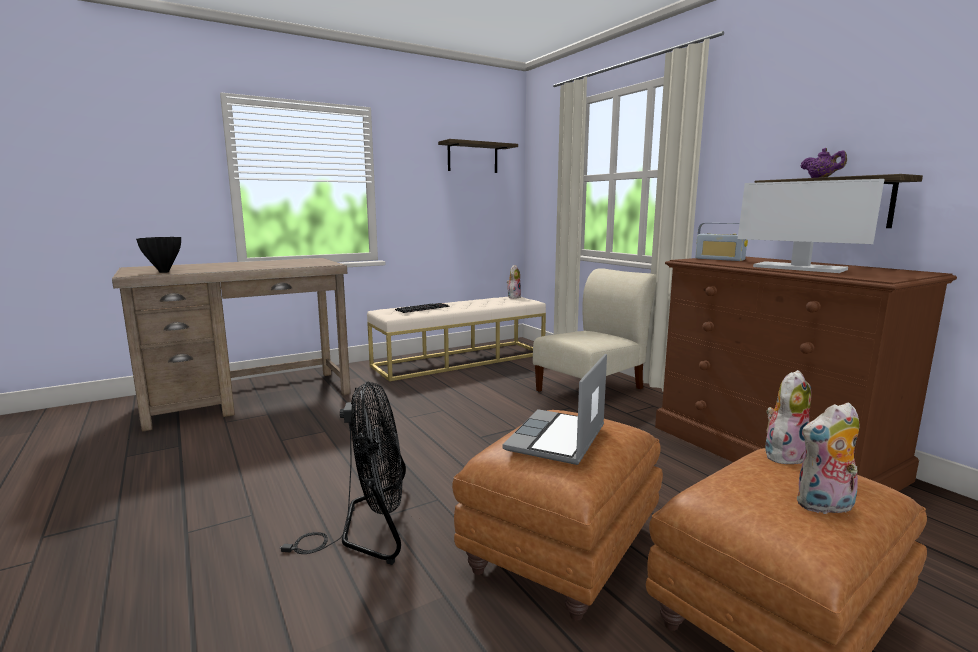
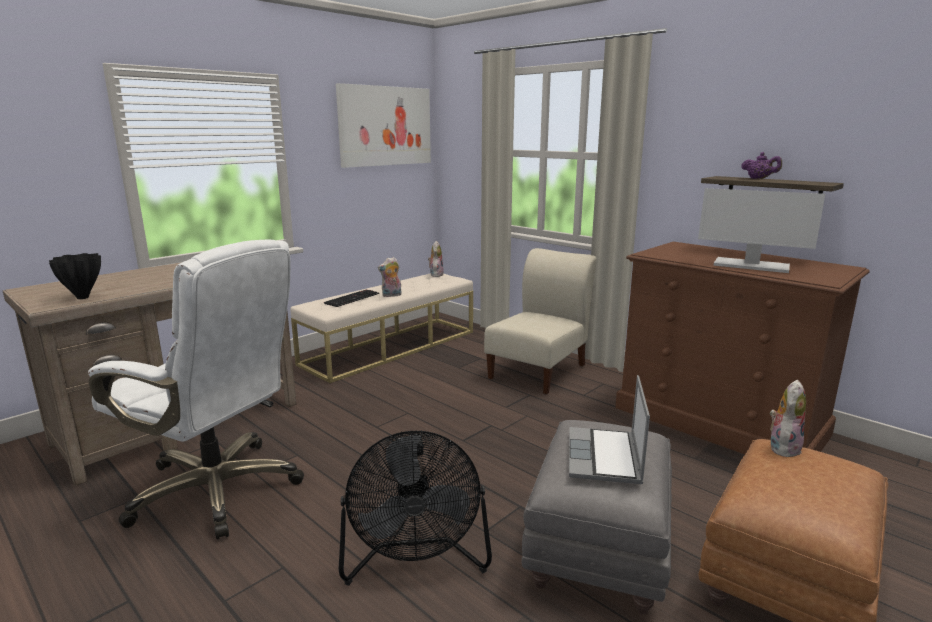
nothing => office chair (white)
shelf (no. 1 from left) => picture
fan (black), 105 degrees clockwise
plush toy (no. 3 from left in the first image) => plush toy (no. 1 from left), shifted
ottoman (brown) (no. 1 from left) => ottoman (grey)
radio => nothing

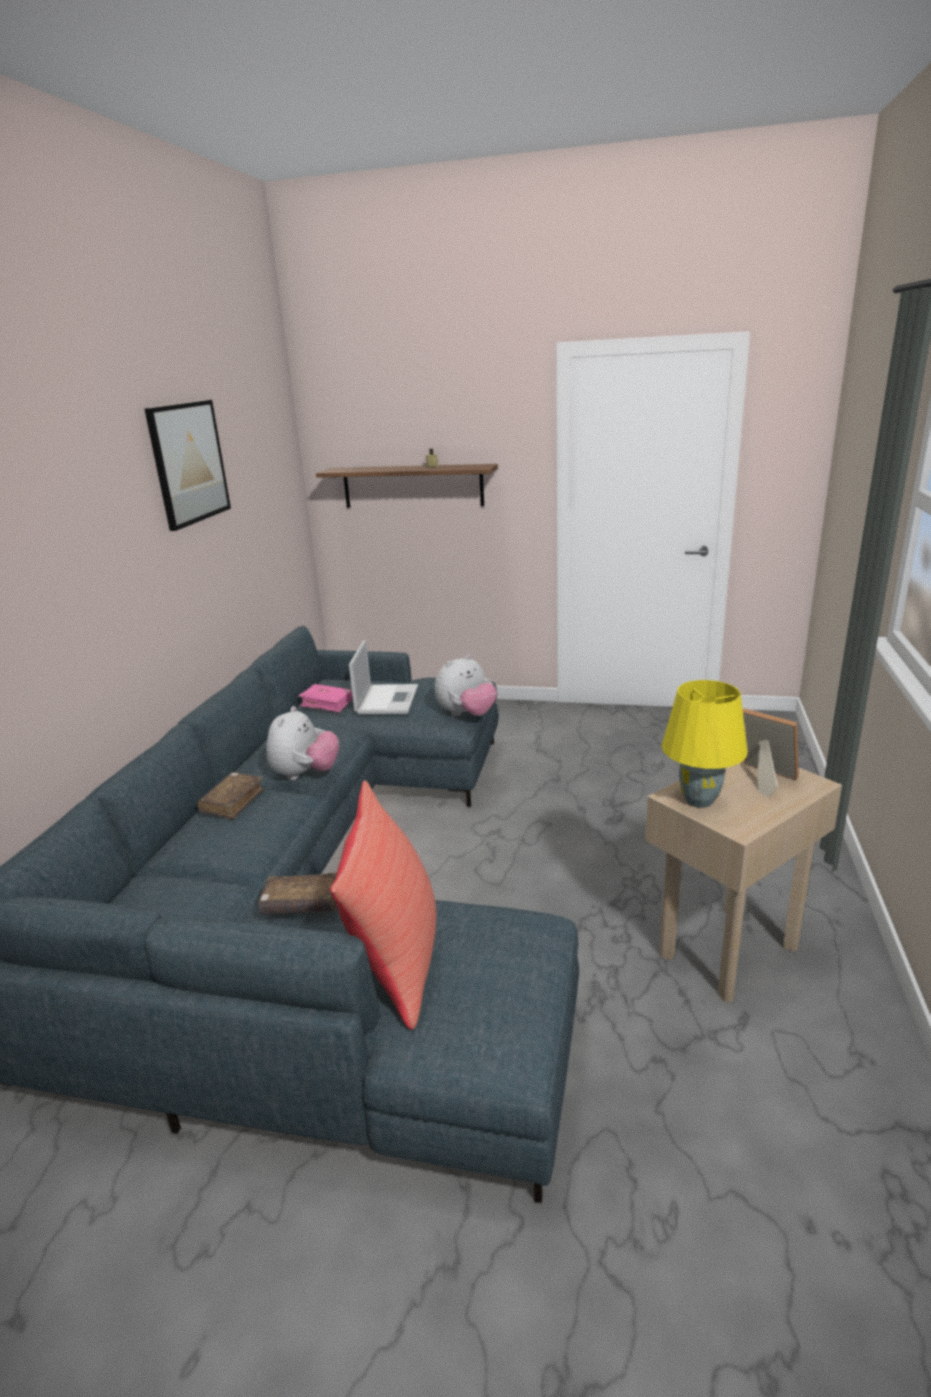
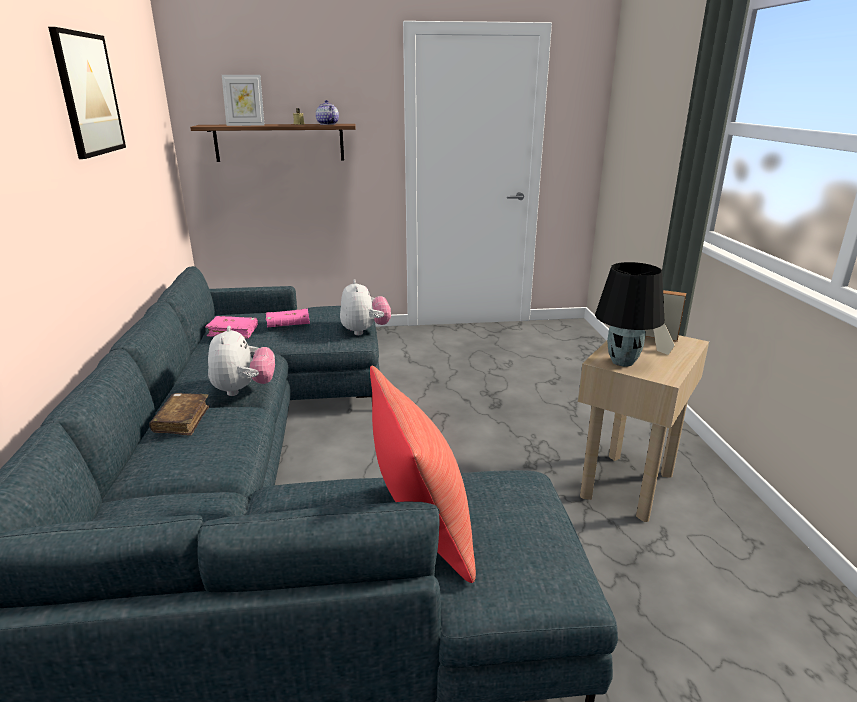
nothing => picture frame (no. 1 from left)
laptop => book (pink) (no. 2 from left)
nothing => teapot
plush toy (no. 2 from left), 45 degrees counterclockwise
table lamp (yellow) => table lamp (black)
book (brown) (no. 2 from left) => nothing

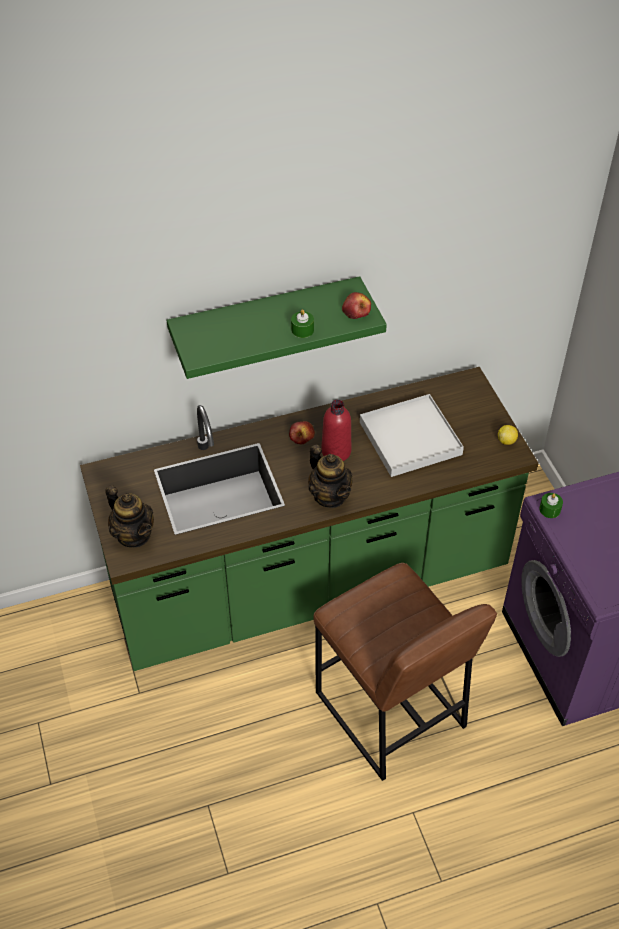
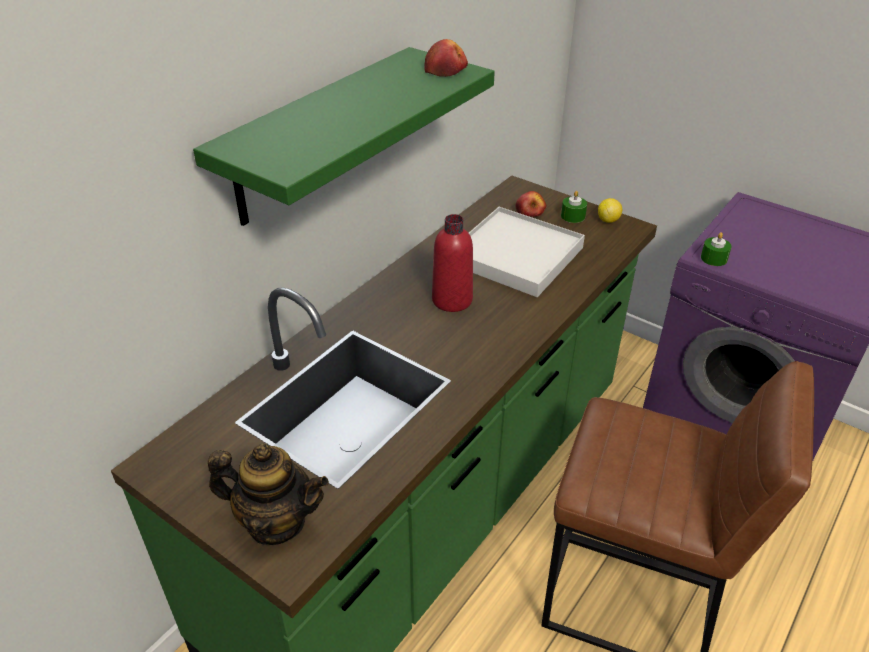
apple (no. 1 from left in the first image) => apple (no. 2 from left), shifted
candle (green) (no. 1 from left), shifted
teapot (no. 2 from left) => nothing

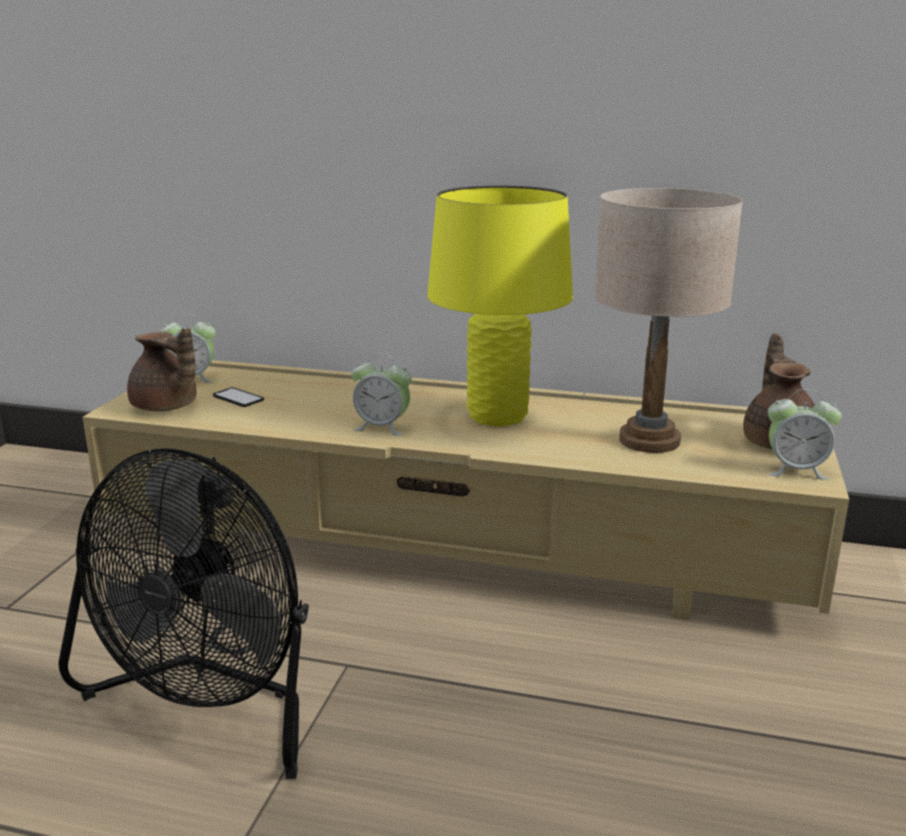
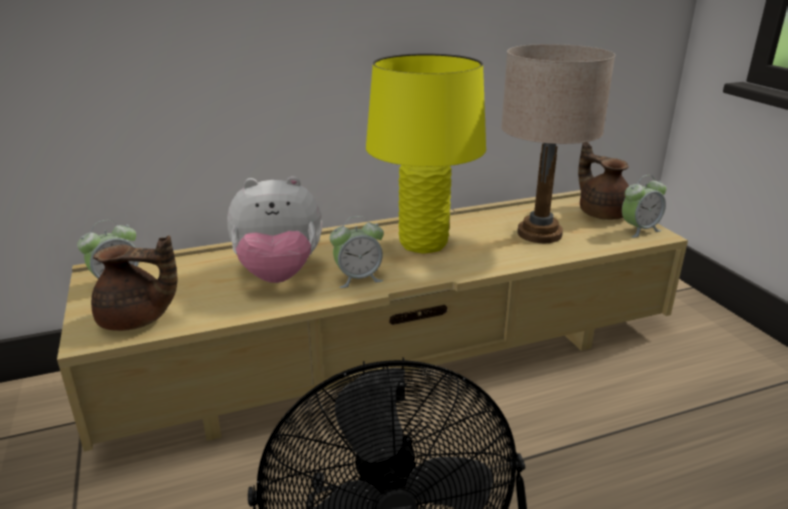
nothing => plush toy
phone => nothing

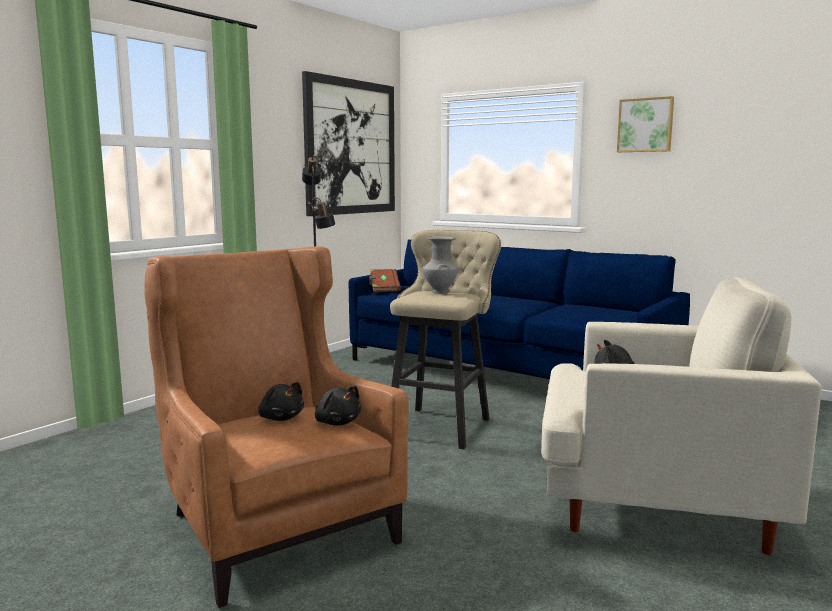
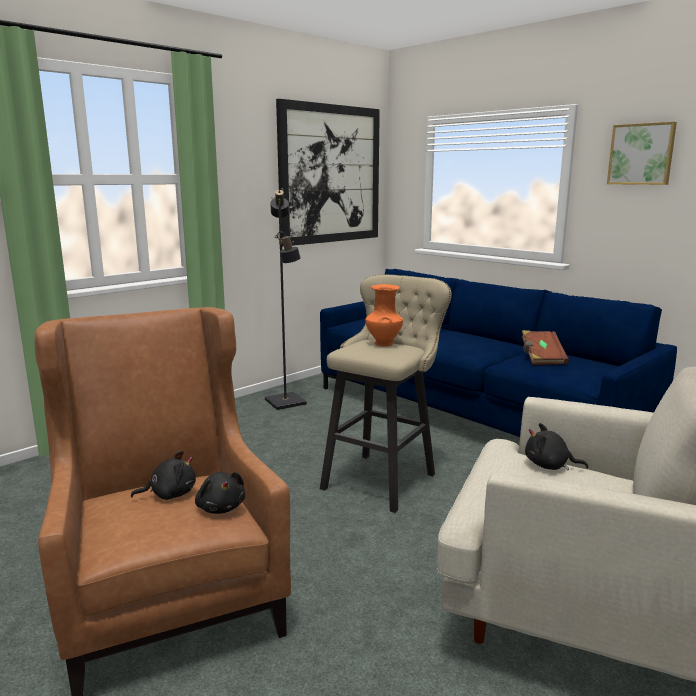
plush toy (black) (no. 1 from left), 75 degrees counterclockwise
vase (grey) => vase (orange)
book (brown), shifted

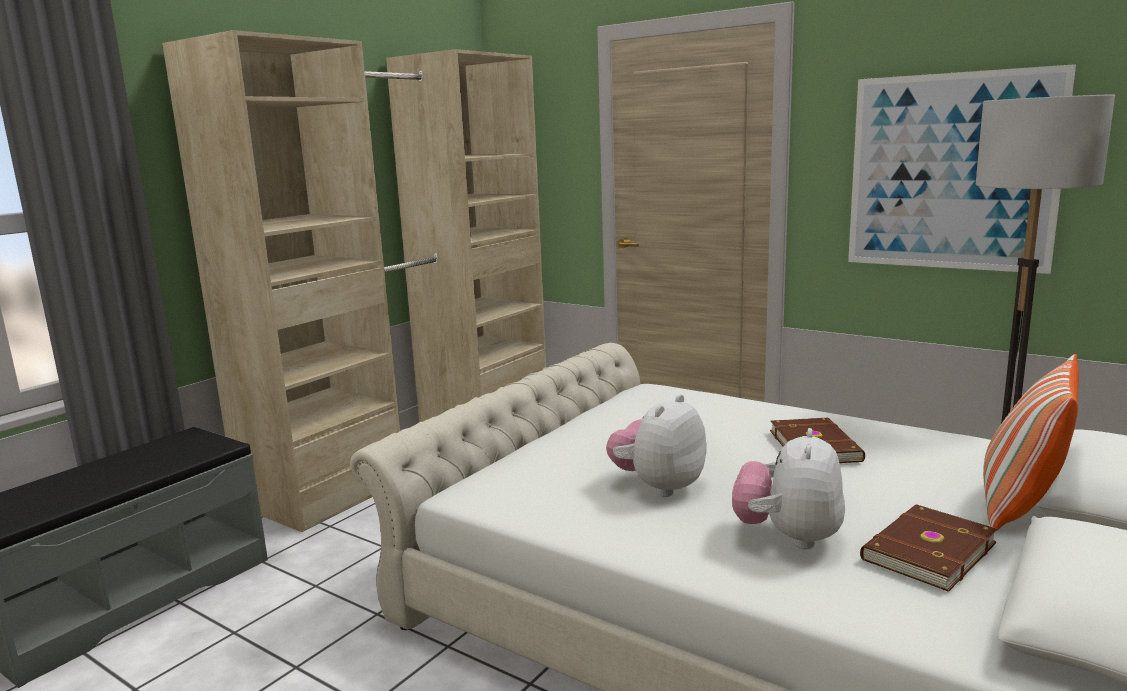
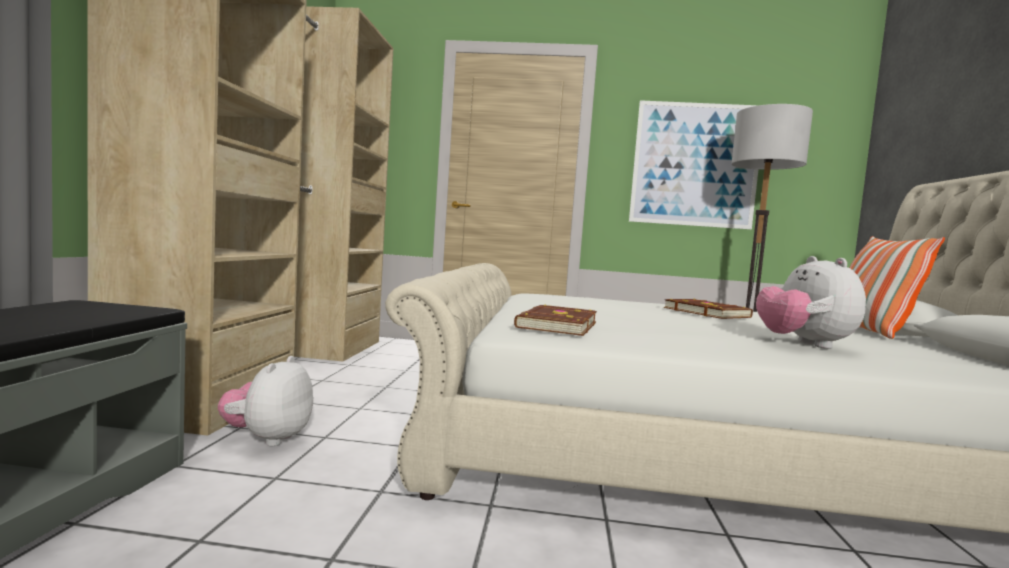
plush toy (no. 1 from left), shifted
book (brown) (no. 2 from left in the first image) => book (brown) (no. 1 from left), shifted

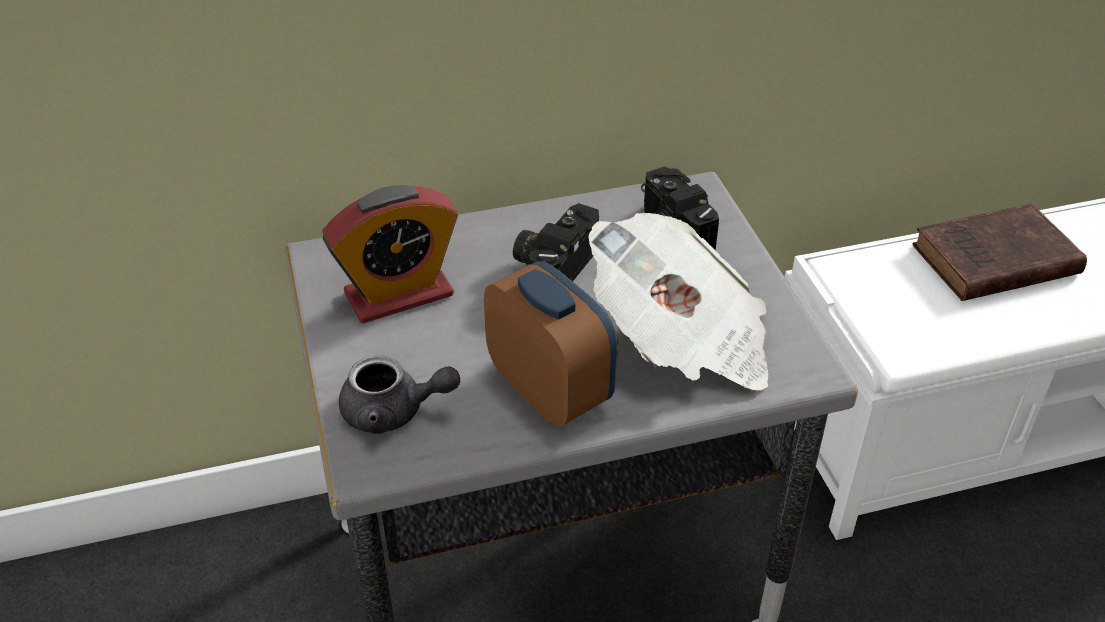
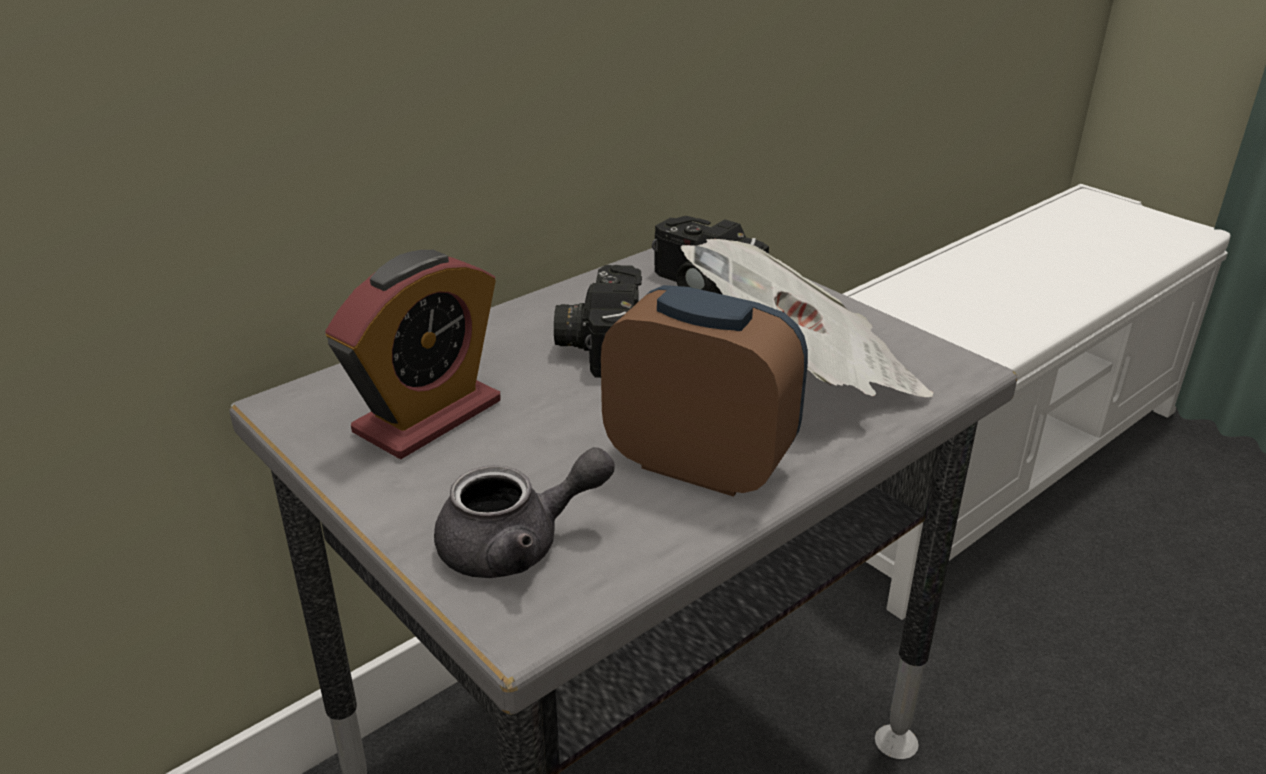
book (brown) => nothing

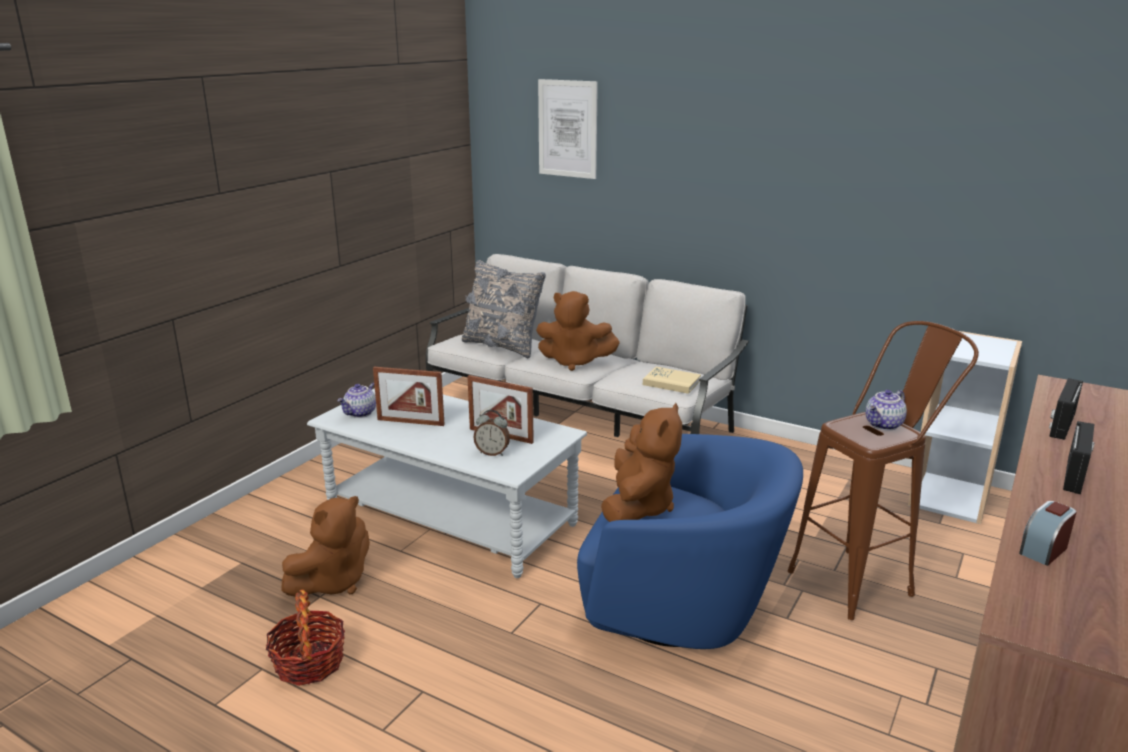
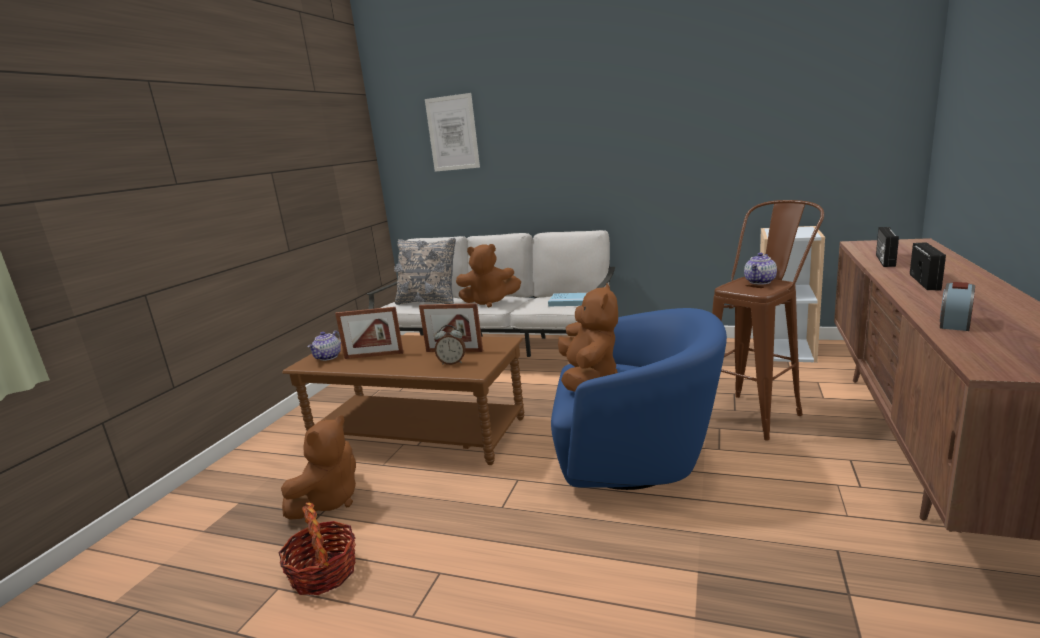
coffee table (grey) => coffee table (brown)
book (beige) => book (blue)

